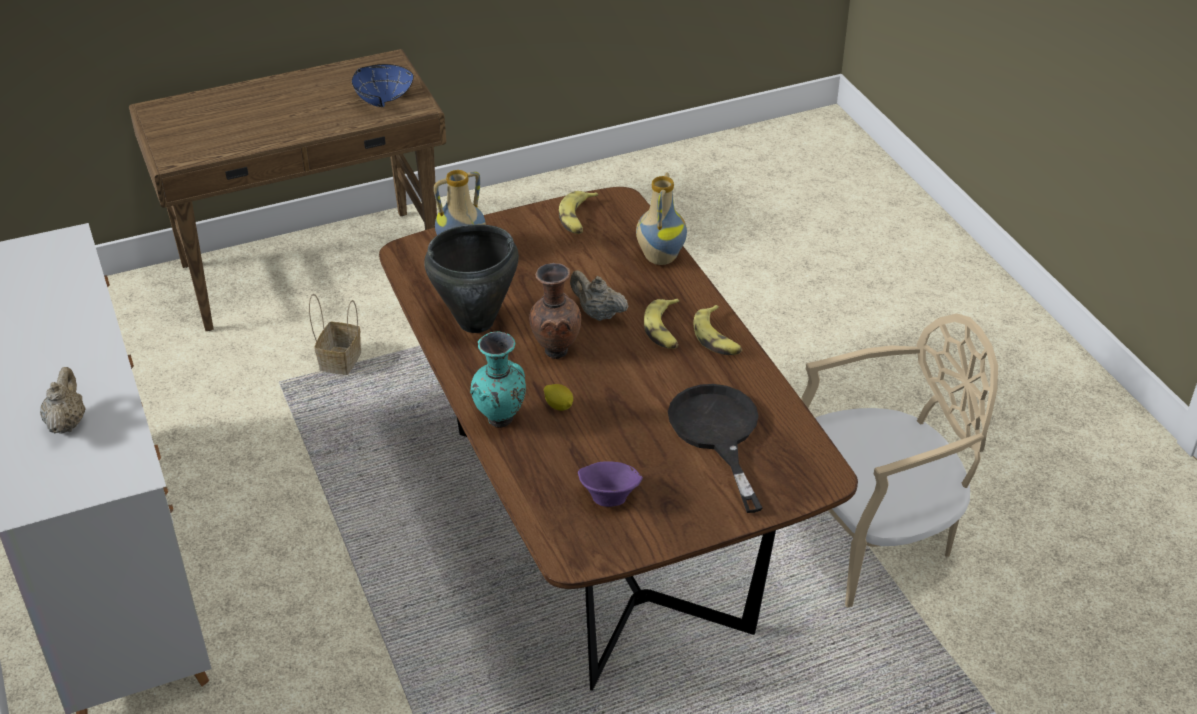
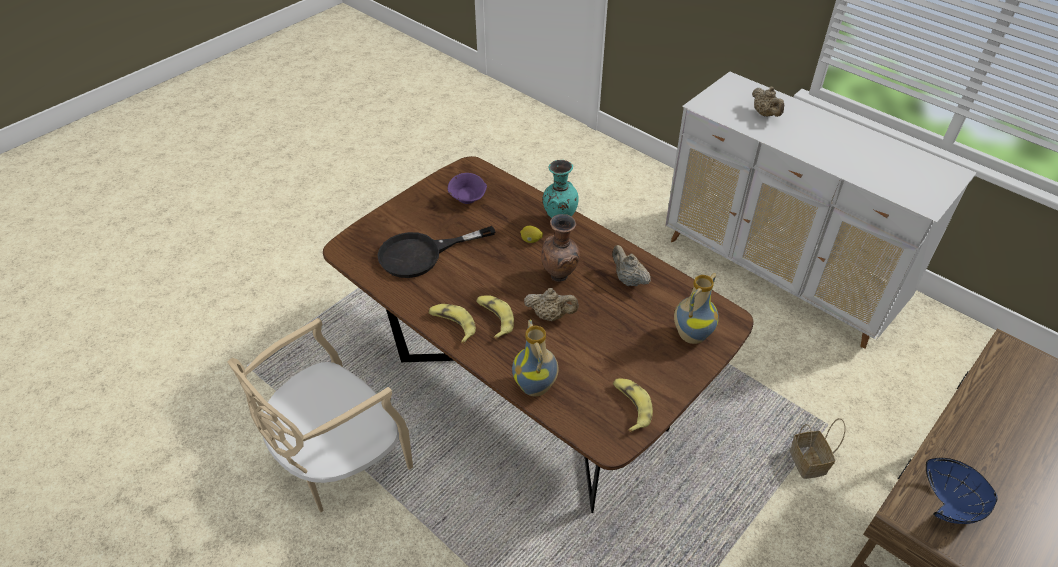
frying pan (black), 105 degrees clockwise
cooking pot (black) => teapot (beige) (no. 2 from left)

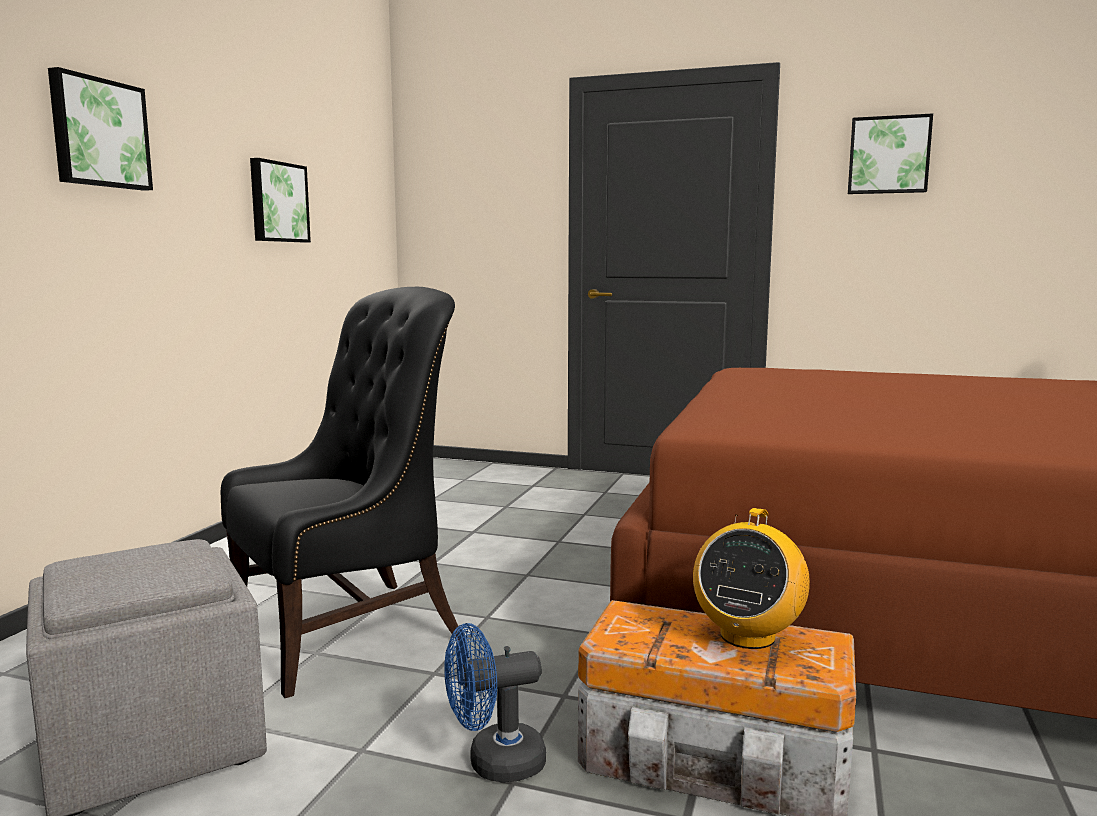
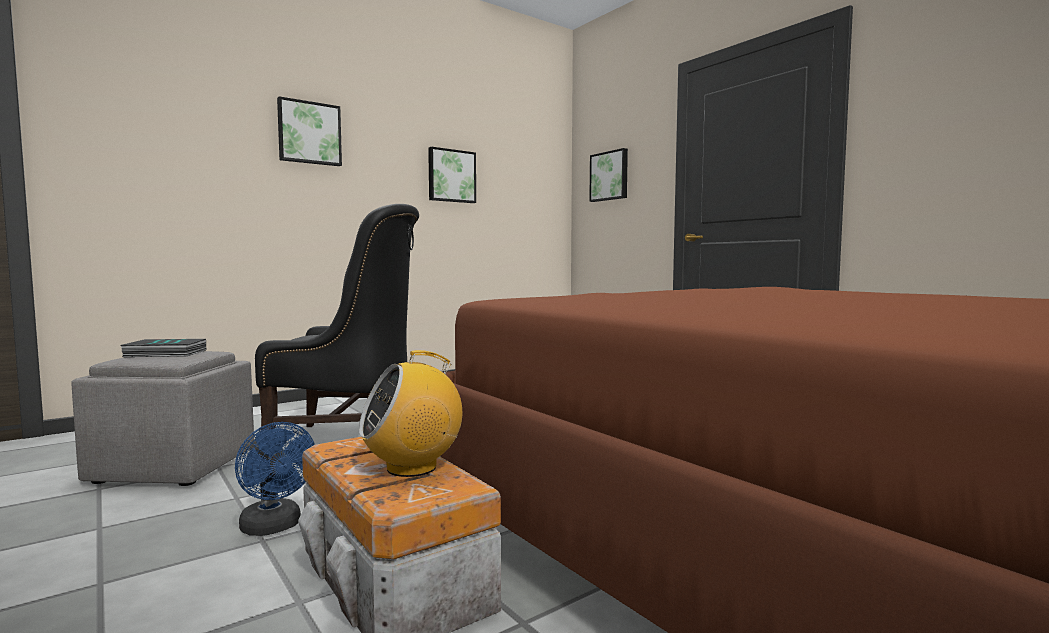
nothing => book
fan (blue), 150 degrees counterclockwise
picture (no. 3 from left), shifted

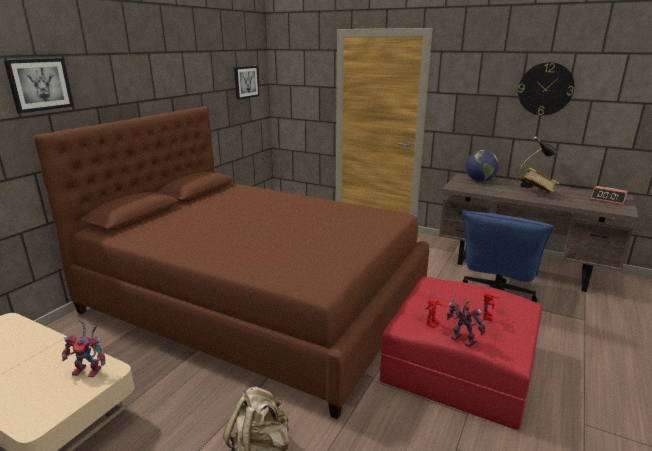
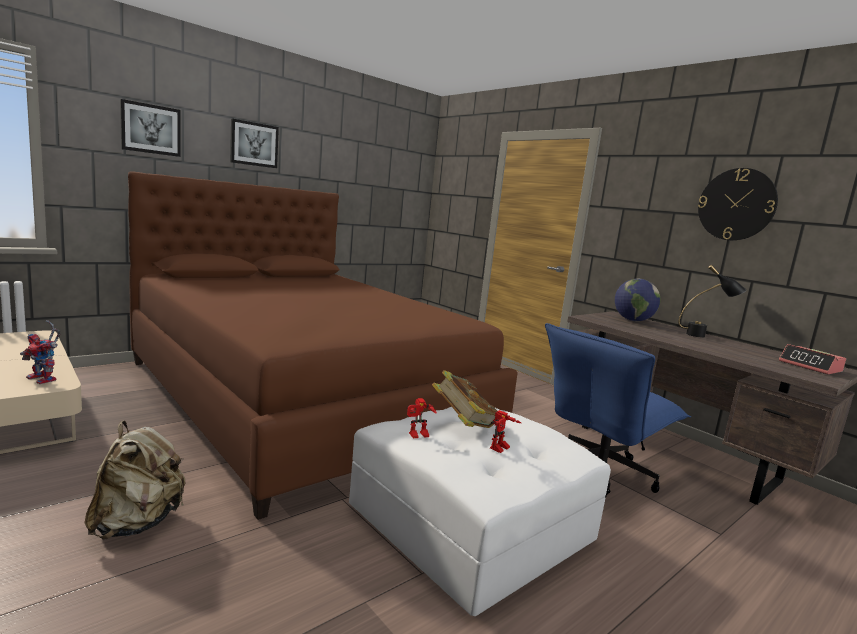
picture (no. 2 from left), shifted
ottoman (red) => ottoman (white)
book, shifted
toy robot (no. 3 from left) => nothing

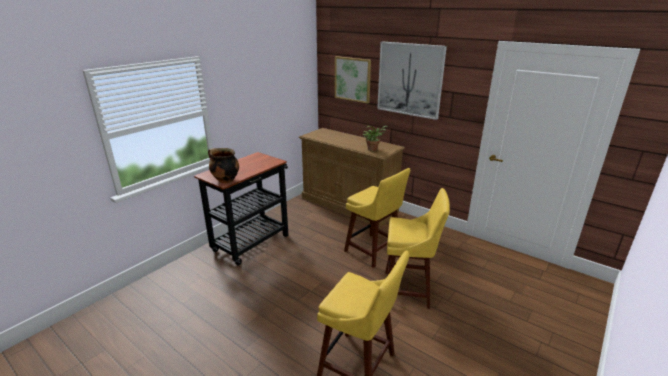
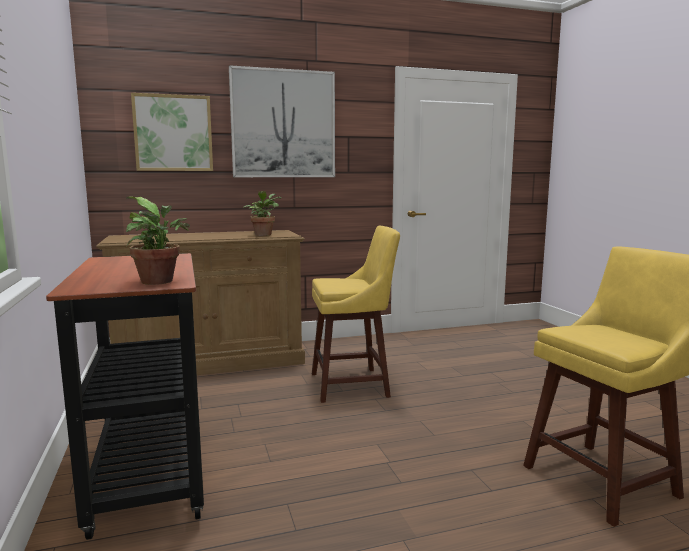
cooking pot => potted plant (no. 1 from left)
chair (yellow) (no. 3 from left) => nothing

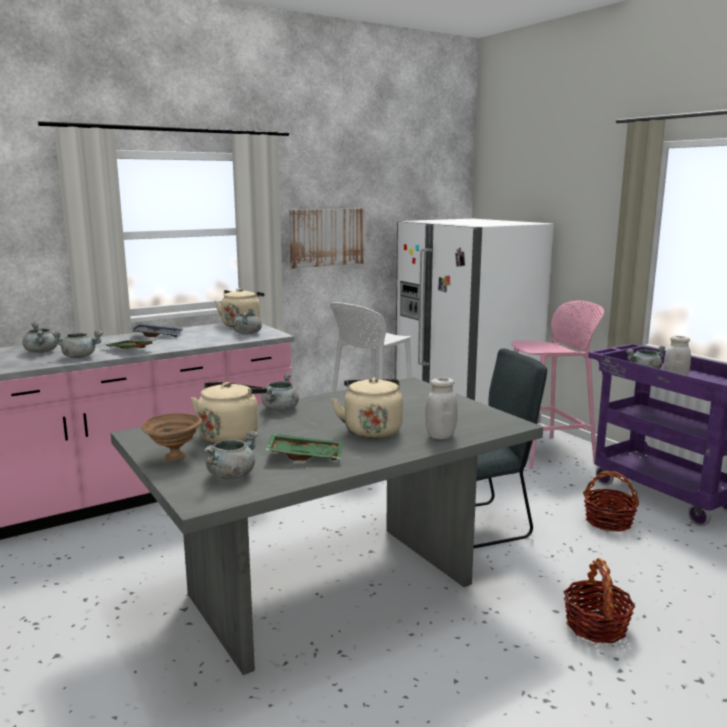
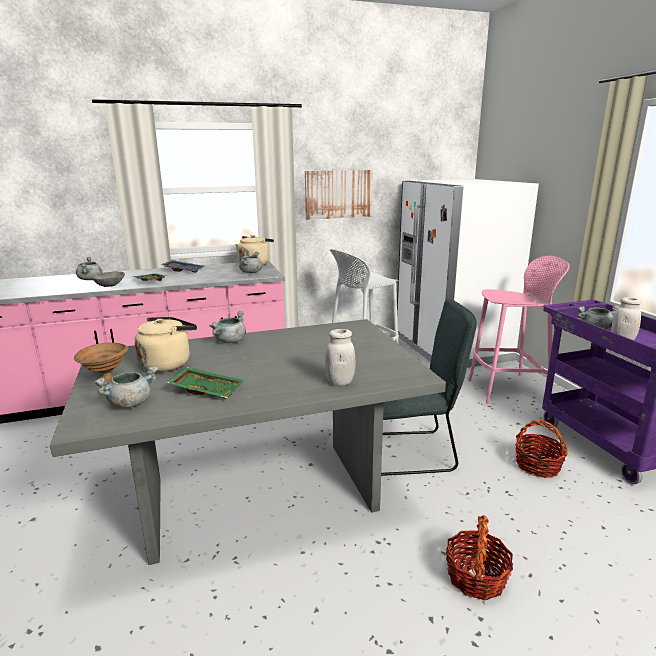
cooking pot (grey) (no. 2 from left) => bowl (grey)
kettle (beige) (no. 3 from left) => nothing

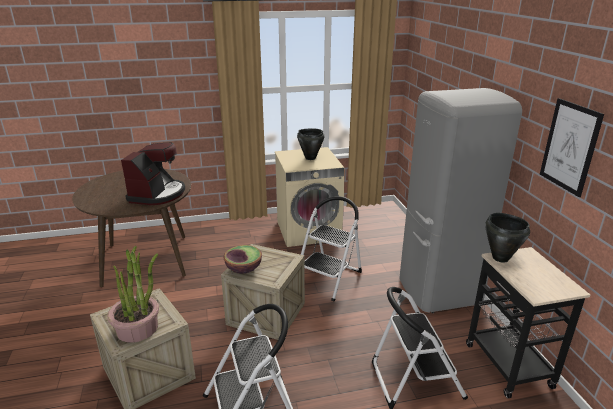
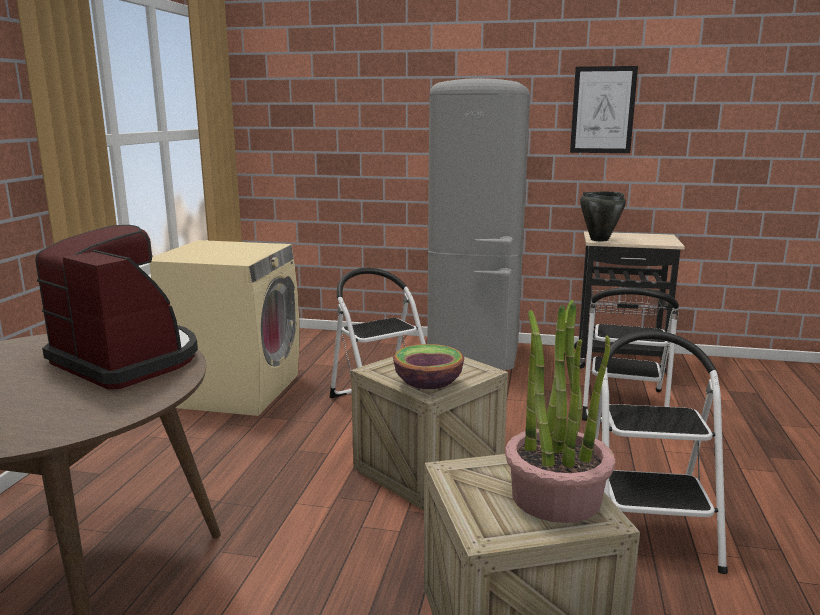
cooking pot (black) (no. 1 from left) => nothing

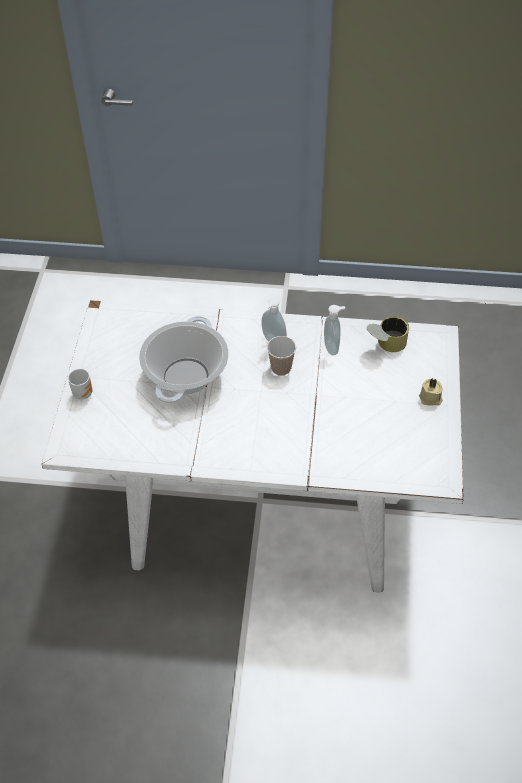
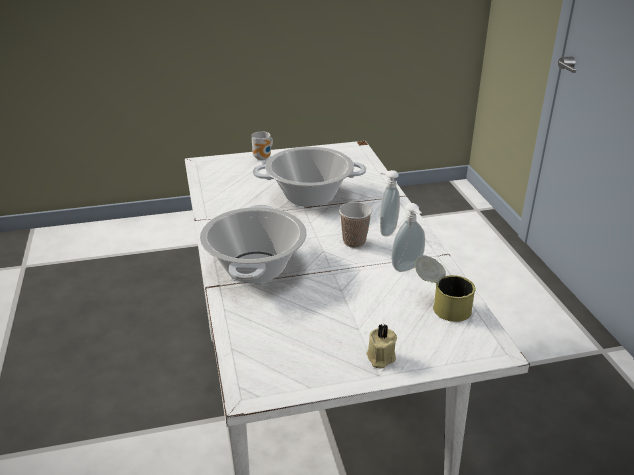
nothing => cooking pot (no. 1 from left)

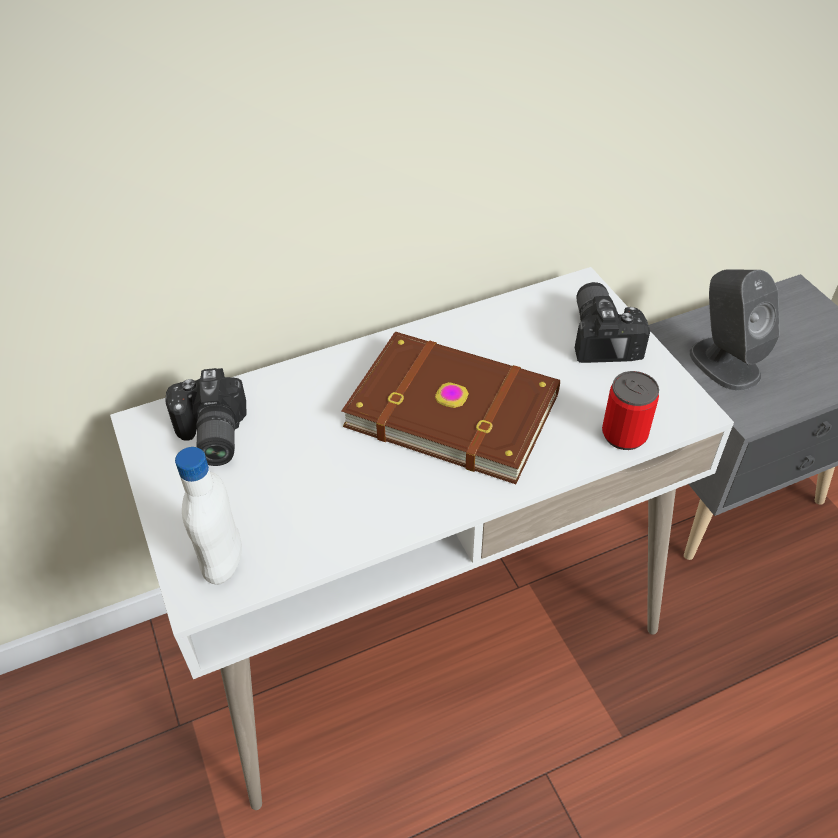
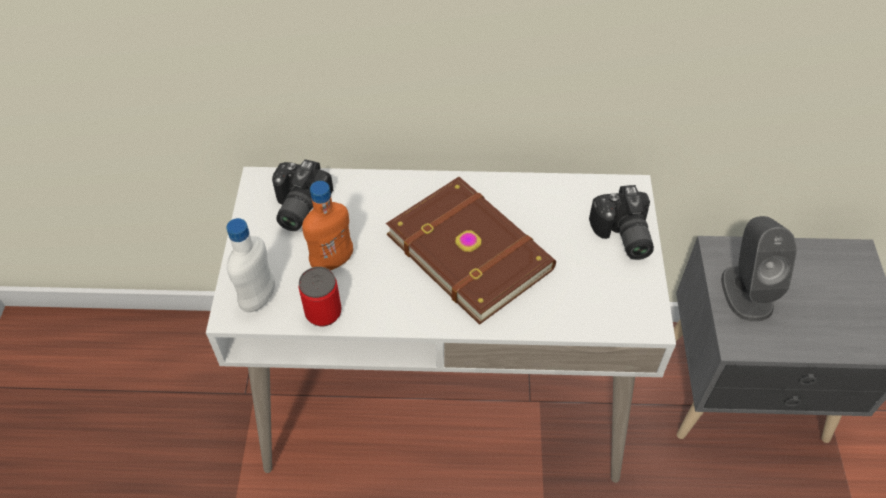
can, shifted
nothing => bottle (orange)
photo camera (no. 2 from left), 150 degrees clockwise

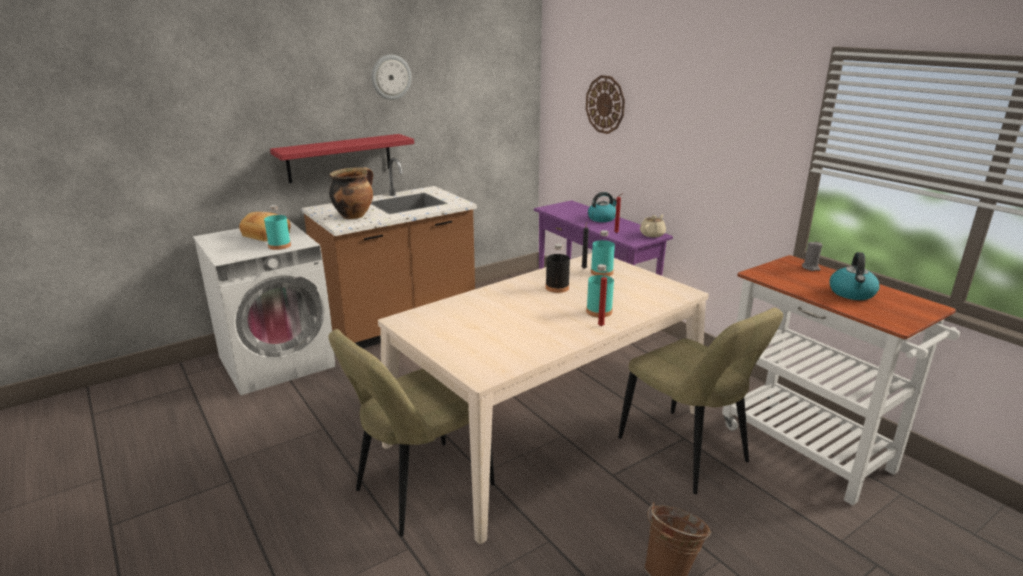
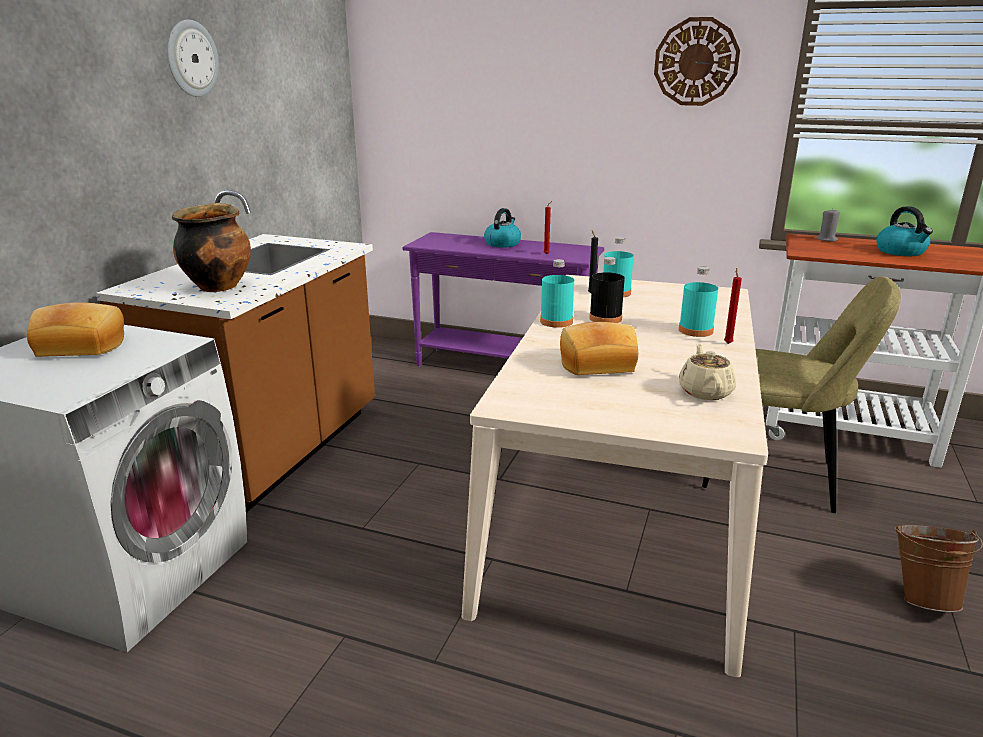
bottle (turquoise) (no. 1 from left), shifted
nothing => bread (no. 2 from left)
wall clock (no. 2 from left), shifted
teapot (beige), shifted
shelf (red) => nothing
chair (beige) (no. 1 from left) => nothing

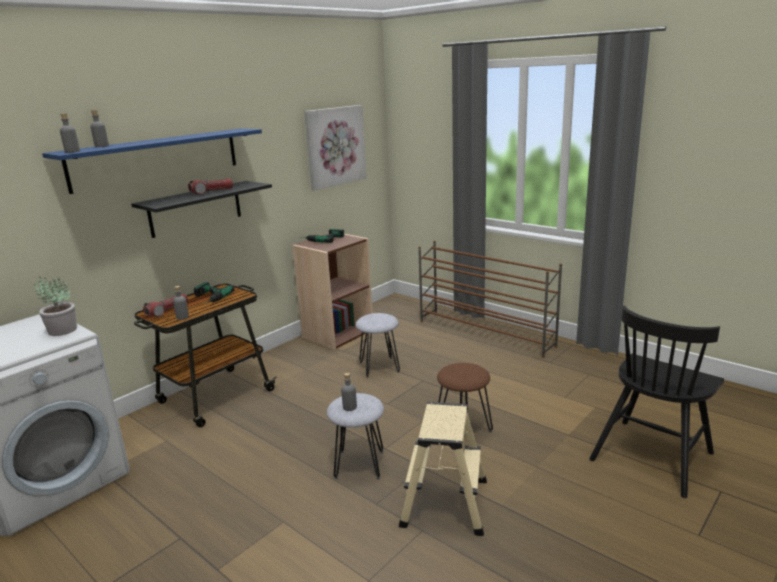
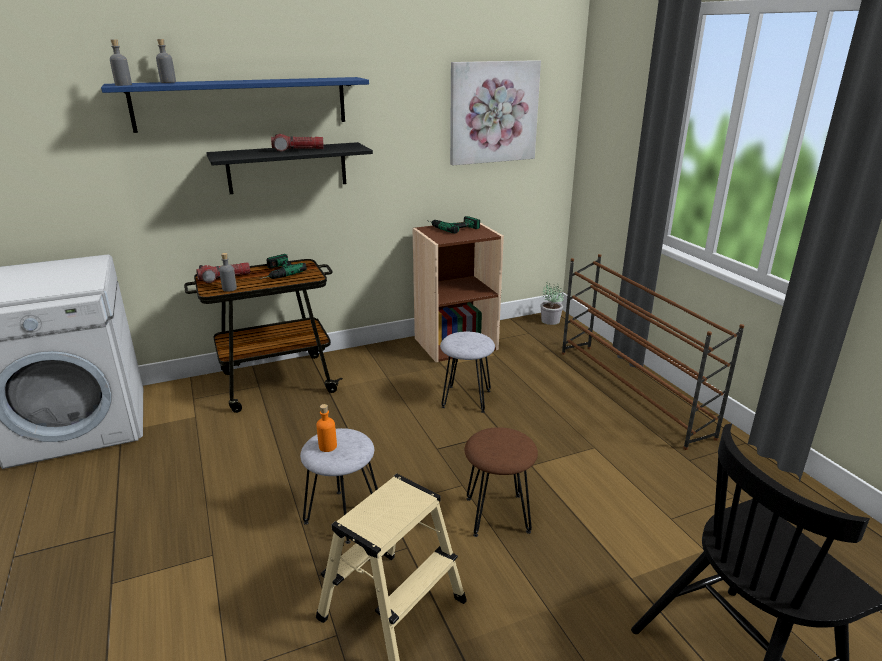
bottle (grey) (no. 4 from left) => bottle (orange)
potted plant, shifted

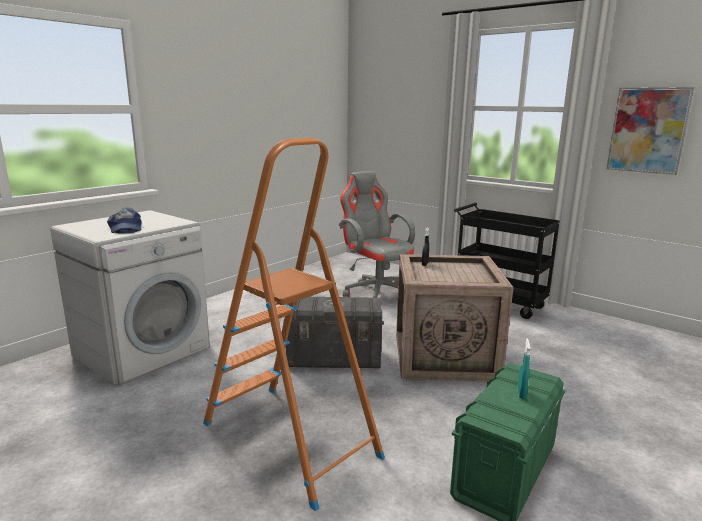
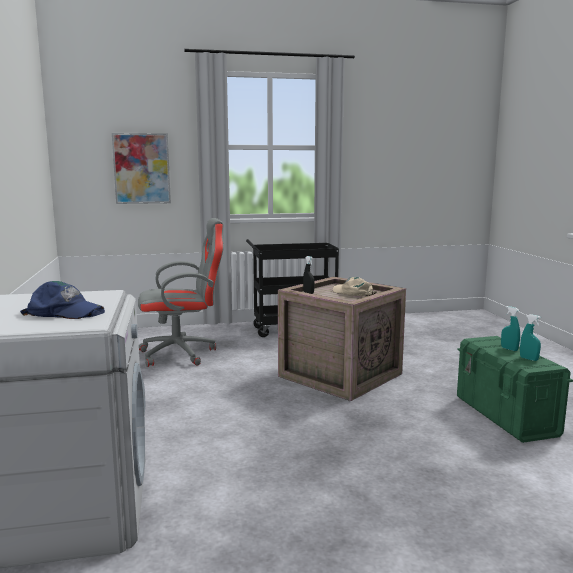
picture, shifted
office chair (grey), 150 degrees clockwise
nothing => cap (beige)
nothing => spray bottle (turquoise) (no. 2 from left)
step ladder (orange) => nothing
storage box (grey) => nothing

